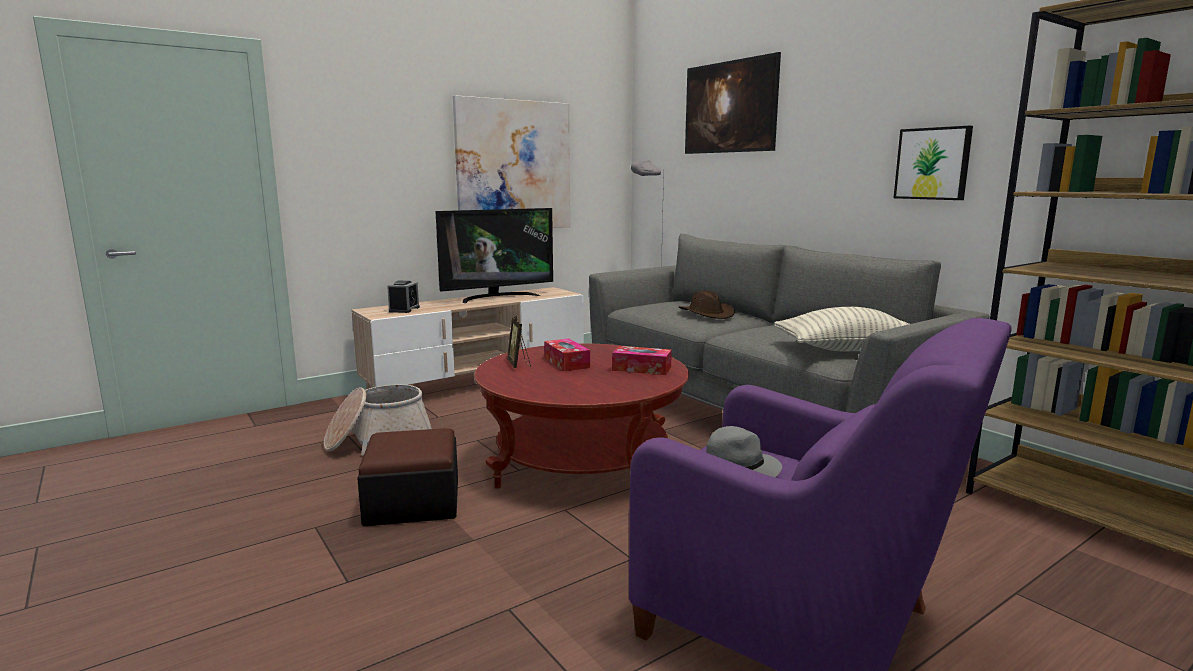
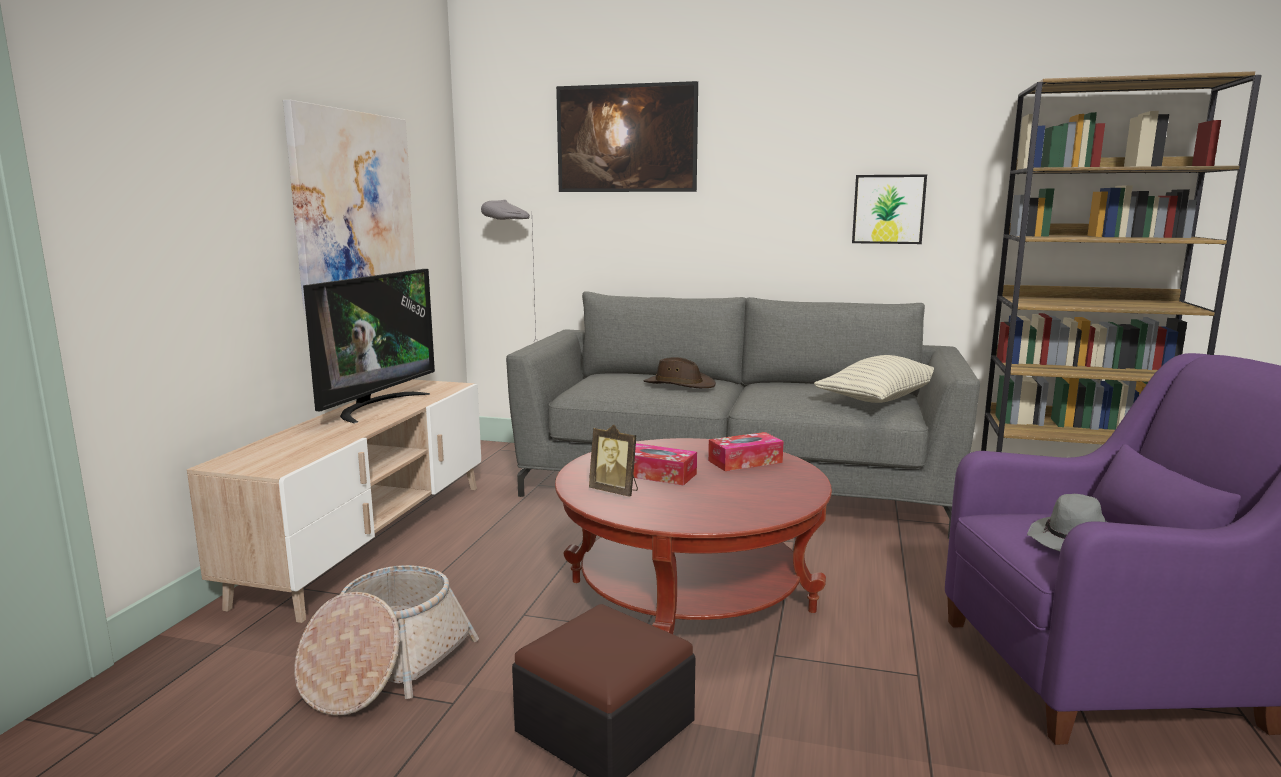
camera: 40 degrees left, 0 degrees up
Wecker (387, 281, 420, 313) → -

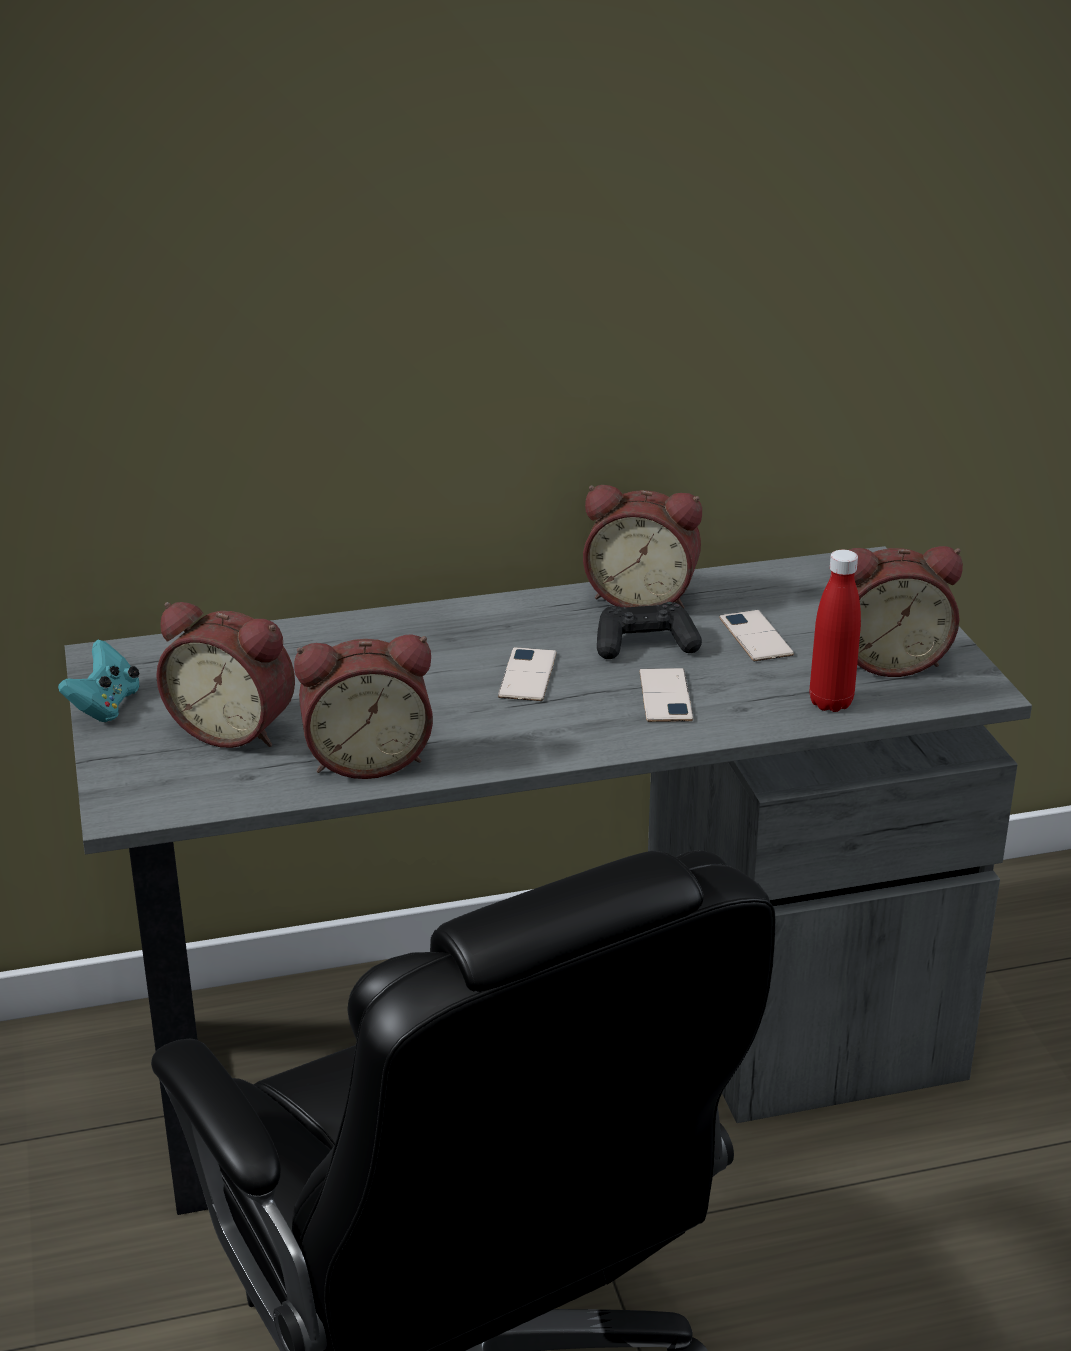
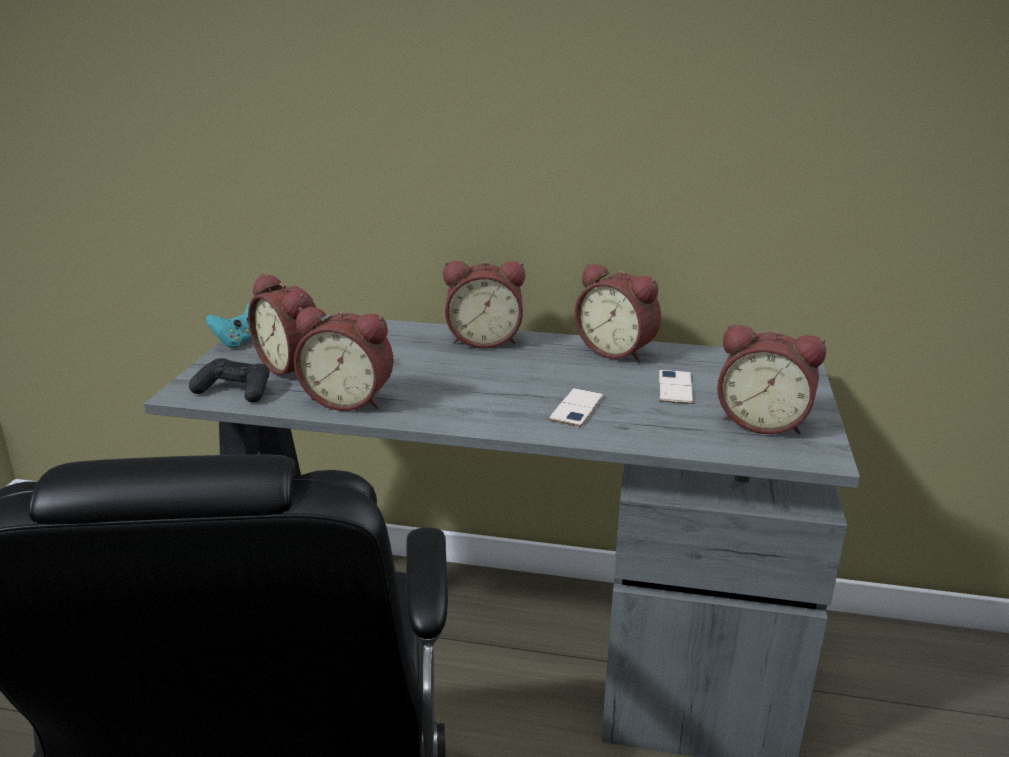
camera: 25 degrees right, 5 degrees down
Flasche [rot] (810, 550, 861, 712) → -
Gamepad [schwarz] (597, 602, 702, 659) → Gamepad [schwarz] (189, 358, 269, 403), move
Handy (498, 647, 556, 701) → -
- → Wecker (443, 261, 525, 348)

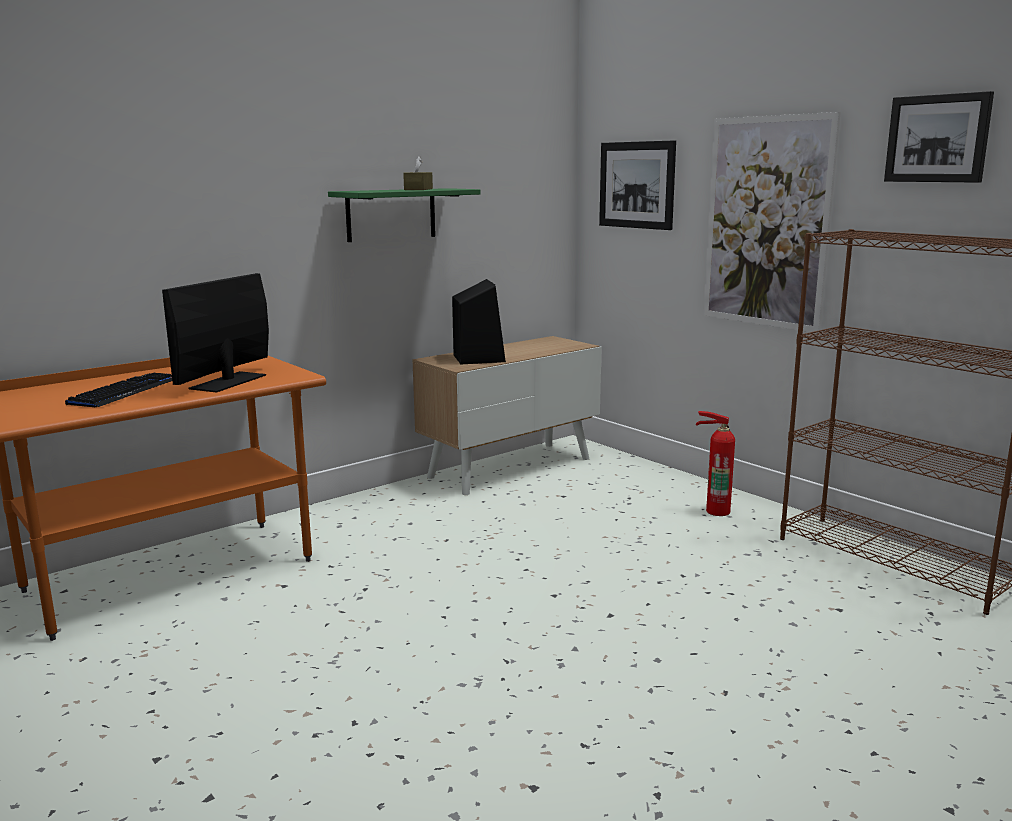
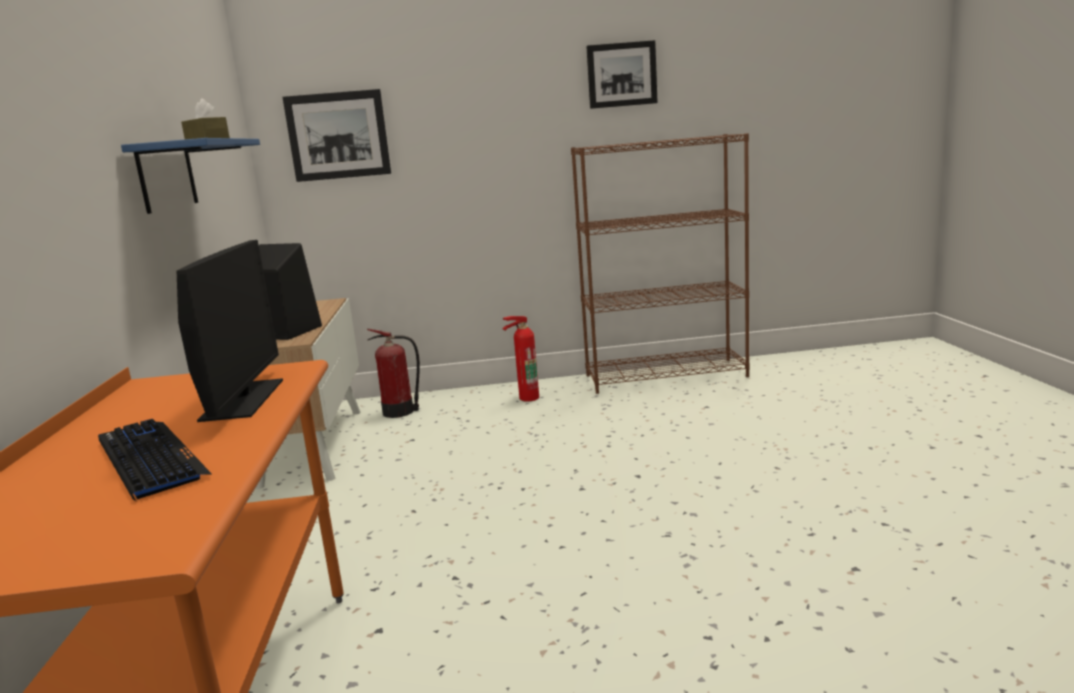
camera: 55 degrees left, 0 degrees up
Bild (703, 112, 841, 333) → -
Wandregal [grün] (328, 188, 481, 242) → Wandregal [blau] (121, 138, 260, 214)
Monitor (162, 273, 269, 393) → Monitor (177, 240, 283, 422), 150 degrees counterclockwise
- → Feuerlöscher (367, 329, 420, 418)

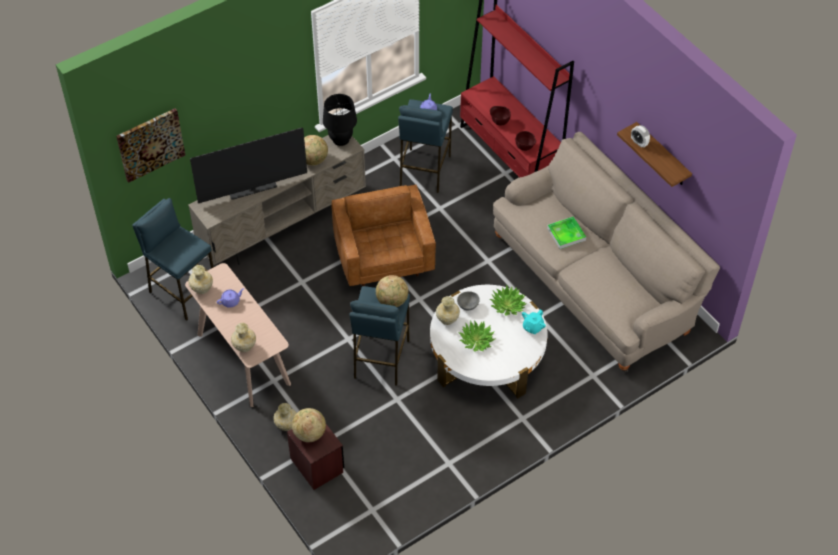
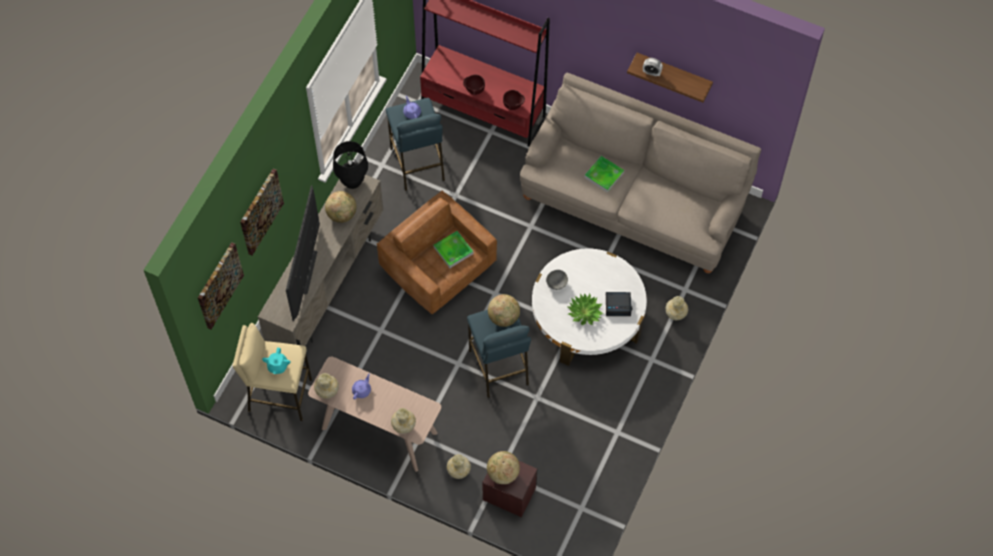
camera: 30 degrees left, 10 degrees up
Fernseher (190, 128, 307, 203) → Fernseher (286, 185, 320, 321), 150 degrees clockwise
Hocker [blau] (132, 198, 213, 321) → Hocker [beige] (232, 323, 312, 421)
Topfpflanze (490, 285, 527, 316) → -
Vase [beige] (436, 296, 460, 325) → Vase [beige] (666, 296, 688, 320), move
Teekanne [türkis] (522, 310, 546, 334) → Teekanne [türkis] (262, 348, 291, 374), move
- → Bild (240, 168, 284, 256)
- → Tablett (434, 231, 474, 268)
- → Wecker (606, 292, 632, 316)

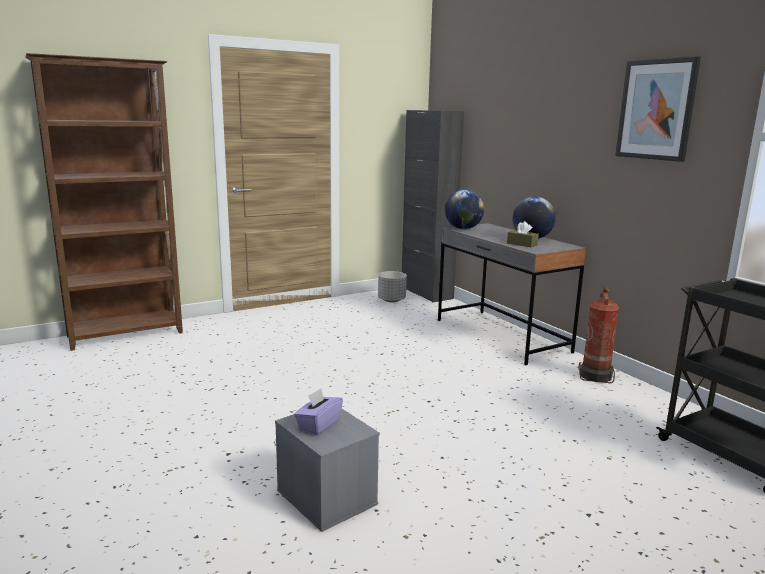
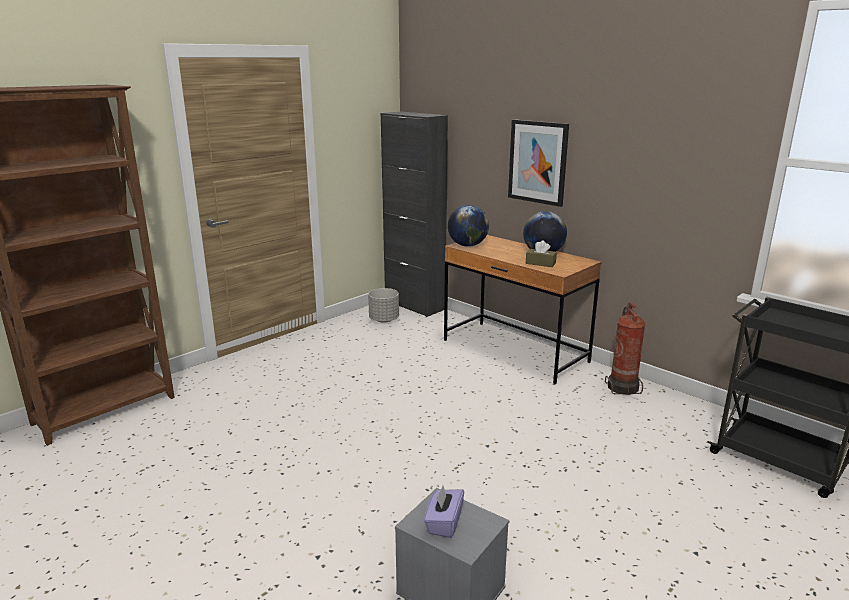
camera: 15 degrees left, 5 degrees up
Bild (615, 56, 701, 162) → Bild (508, 119, 569, 207), move
Schreibtisch [grau] (438, 223, 586, 365) → Schreibtisch [braun] (444, 235, 601, 384)

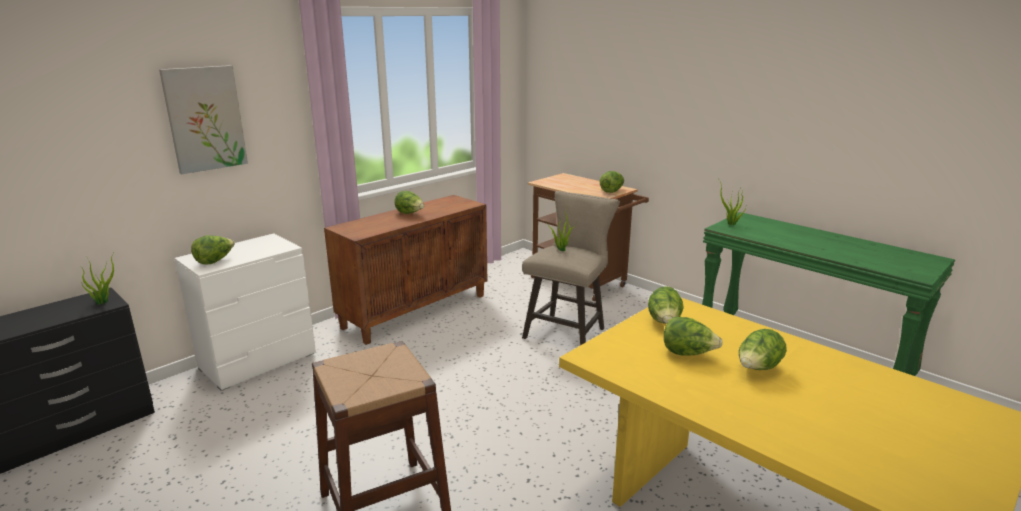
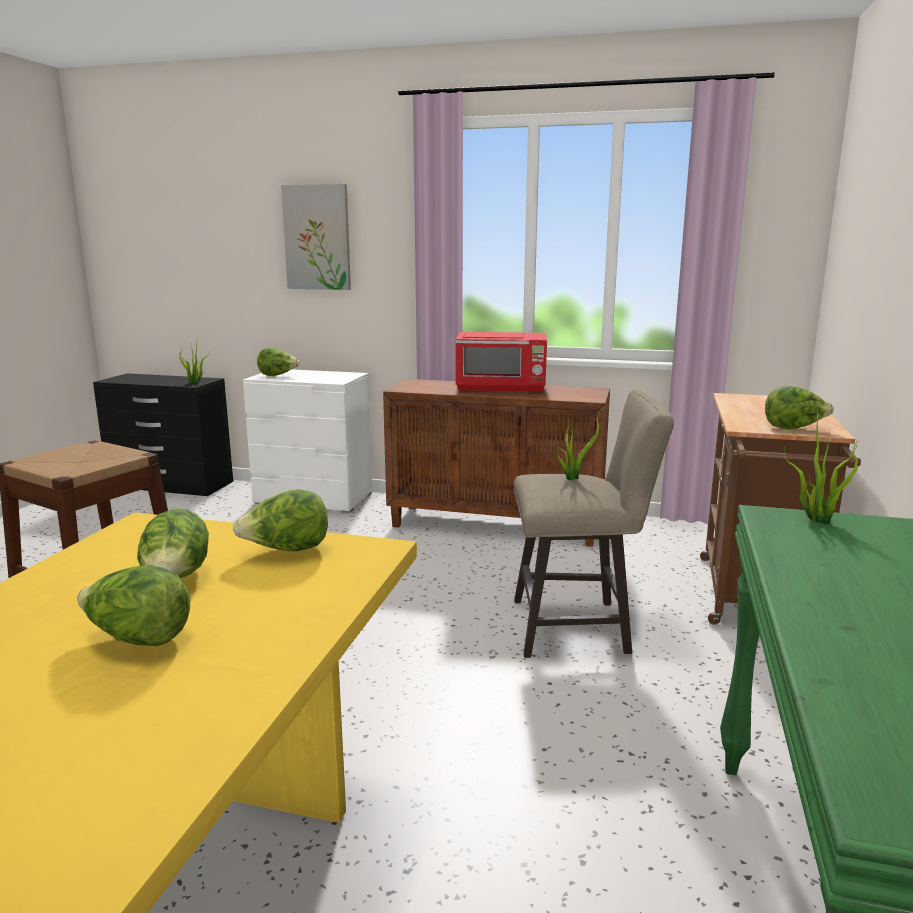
camera: 60 degrees right, 5 degrees down
Salatkopf (394, 191, 424, 214) → Mikrowelle [rot] (455, 332, 547, 393)

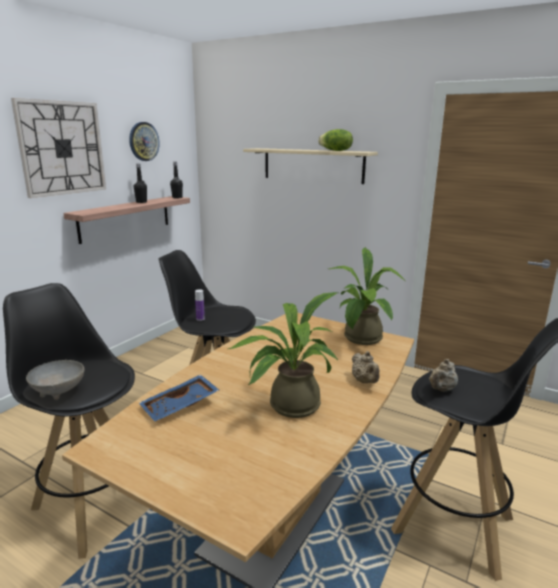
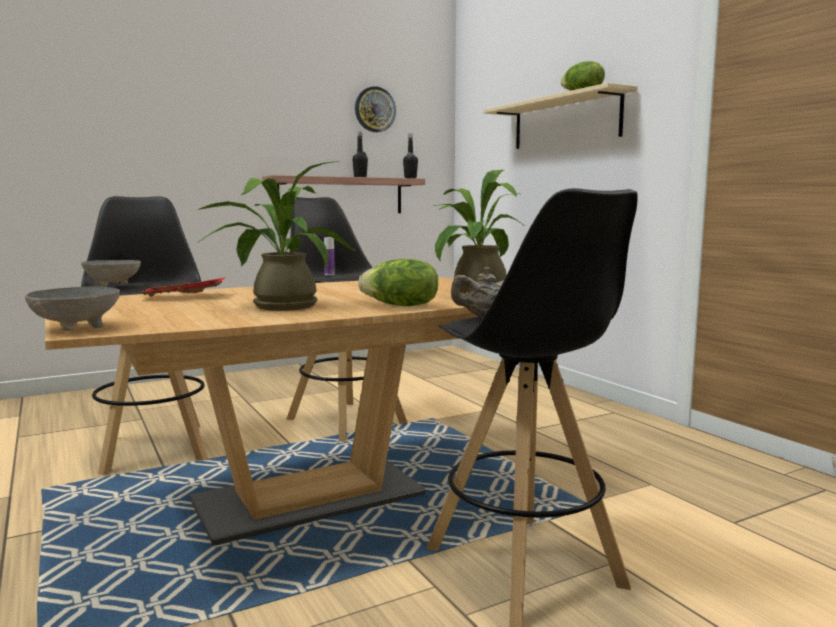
camera: 30 degrees right, 10 degrees down
Wanduhr (11, 98, 106, 198) → -
Teekanne [beige] (352, 351, 380, 383) → Salatkopf (359, 259, 438, 306)
Tablett [blau] (139, 374, 219, 421) → Tablett [rot] (137, 277, 226, 297)
- → Schüssel [grau] (25, 286, 120, 331)

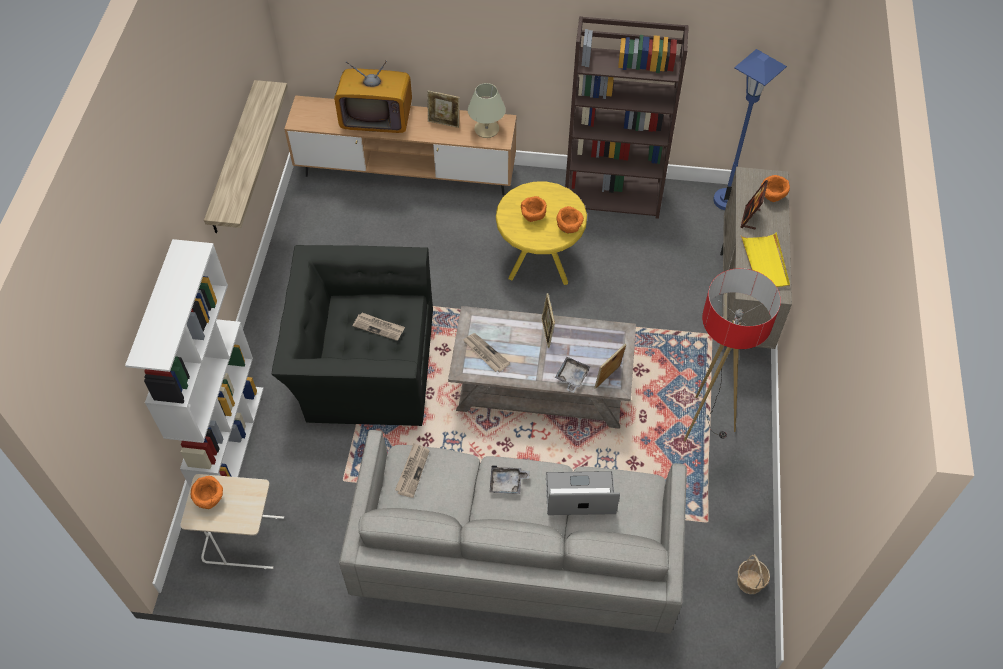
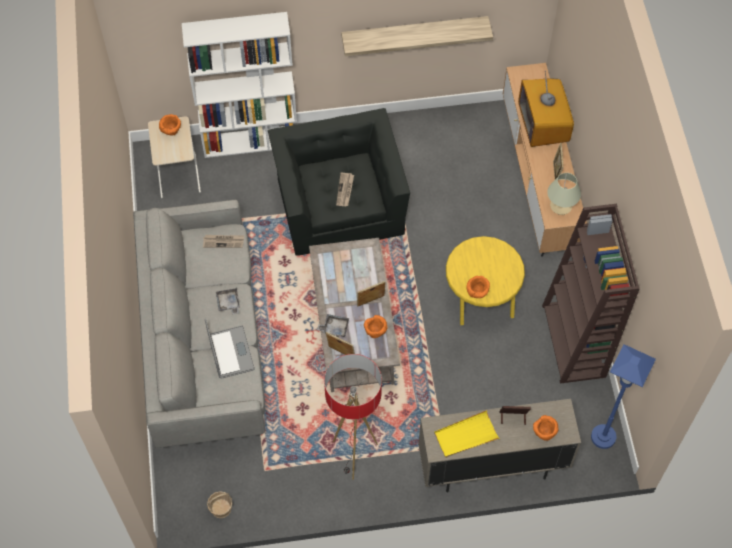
camera: 75 degrees right, 5 degrees up
Schüssel [orange] (521, 196, 547, 222) → Schüssel [orange] (364, 315, 387, 338), move
Zeitung (462, 333, 510, 372) → -

